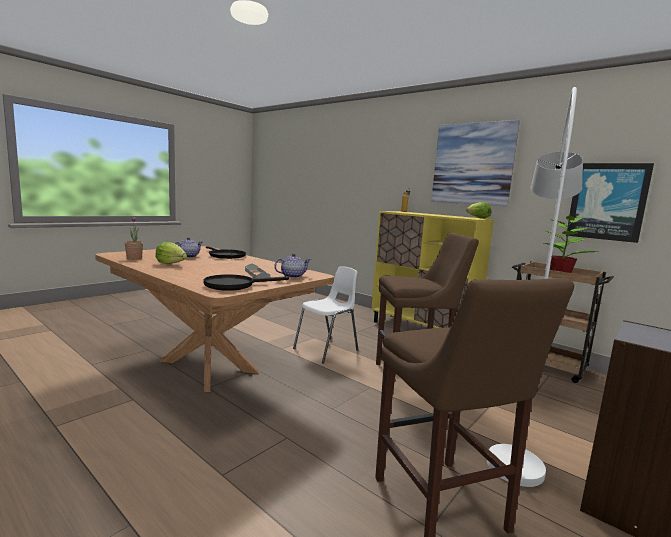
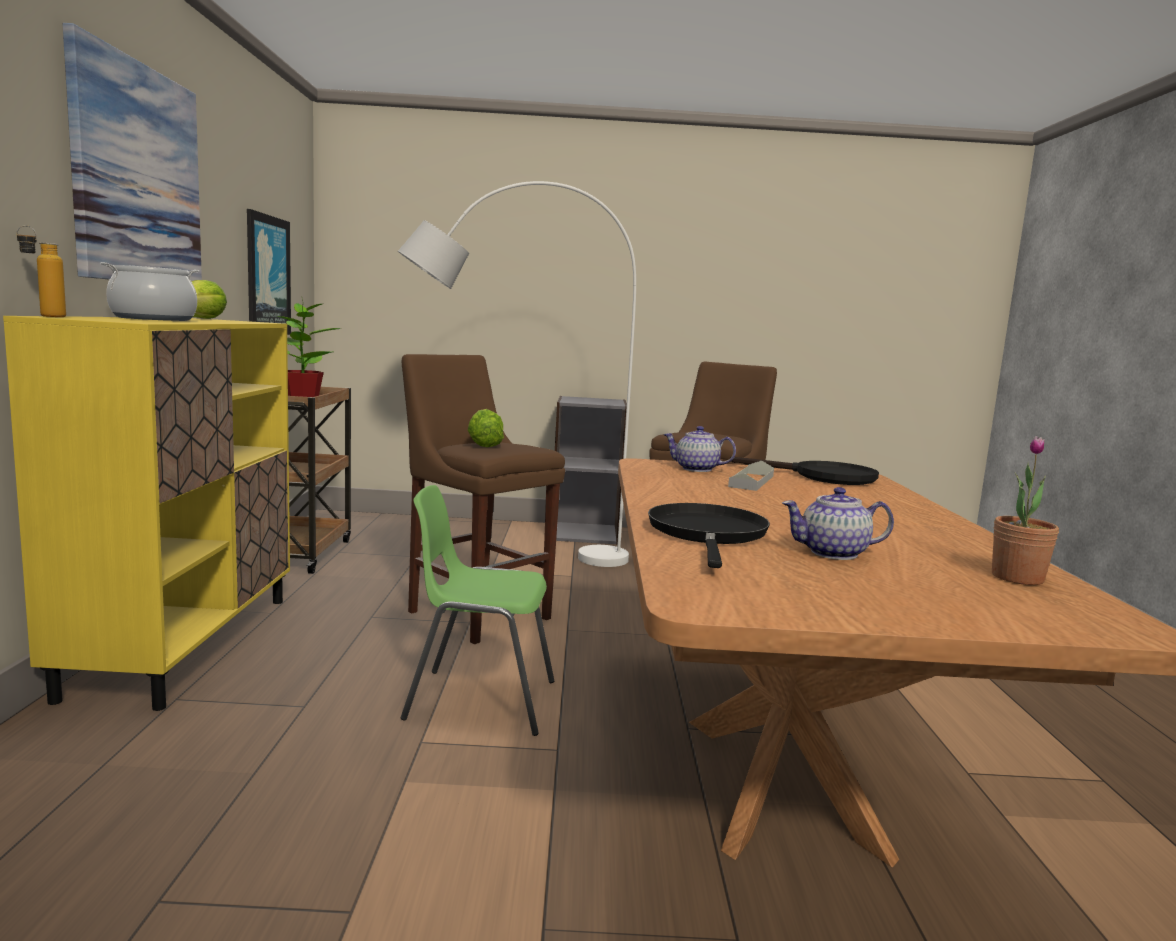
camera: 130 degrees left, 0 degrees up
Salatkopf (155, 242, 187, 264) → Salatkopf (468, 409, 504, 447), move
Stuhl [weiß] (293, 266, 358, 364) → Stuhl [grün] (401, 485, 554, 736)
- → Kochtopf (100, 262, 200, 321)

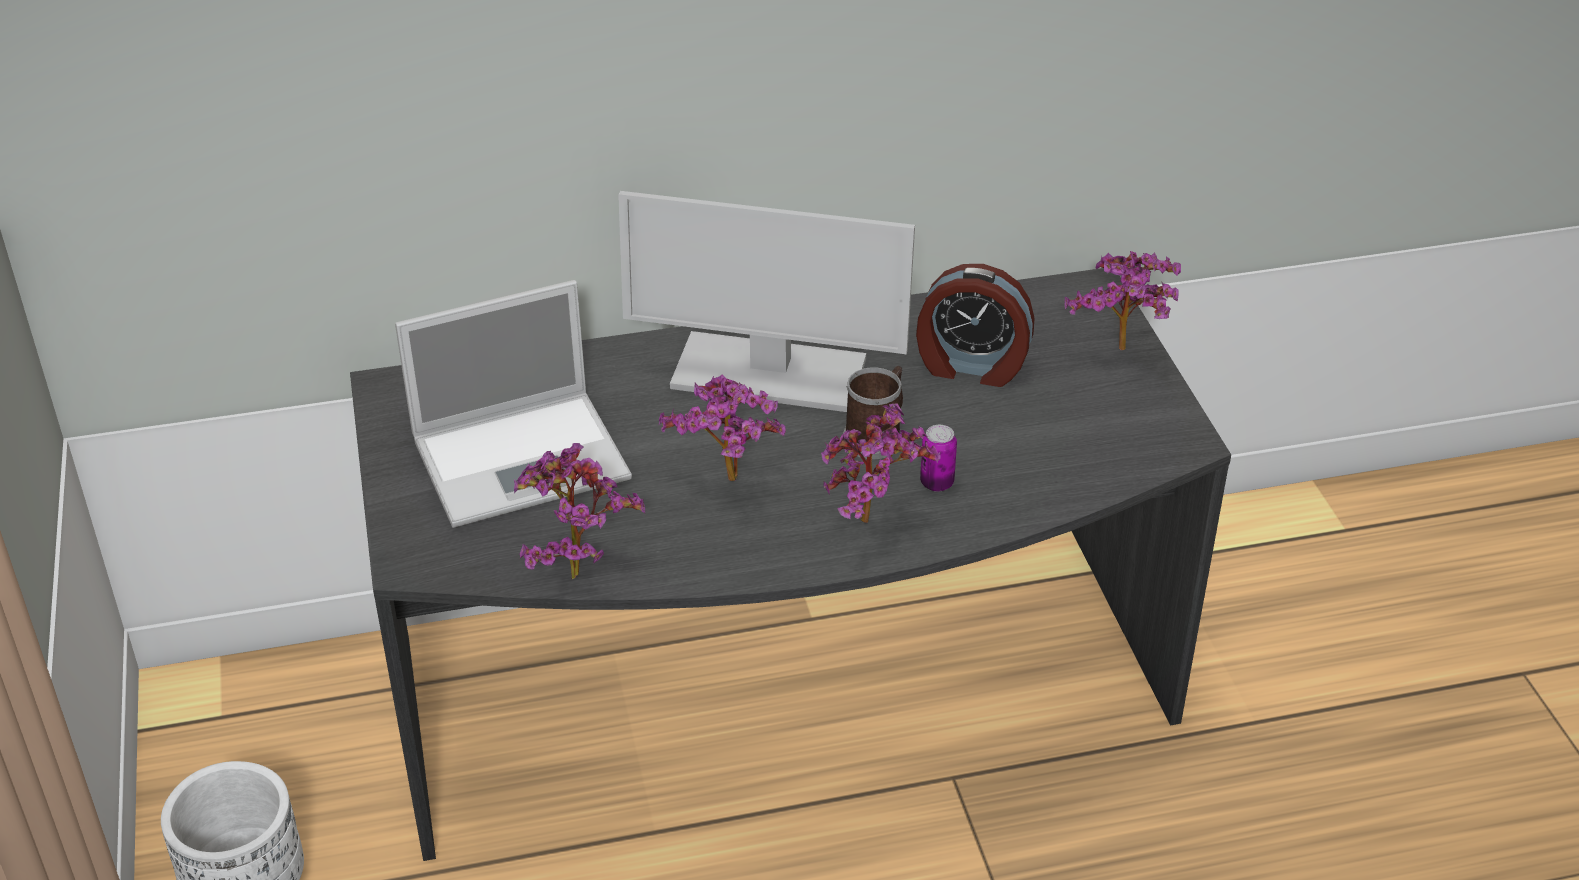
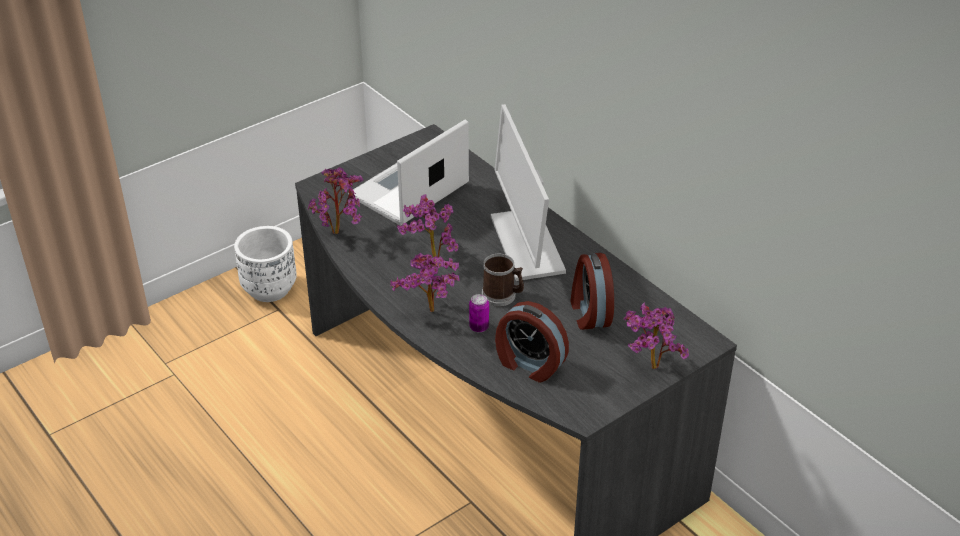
camera: 65 degrees right, 0 degrees up
Laptop (395, 280, 632, 528) → Laptop (348, 119, 469, 226), 90 degrees clockwise
- → Wecker (495, 301, 569, 383)

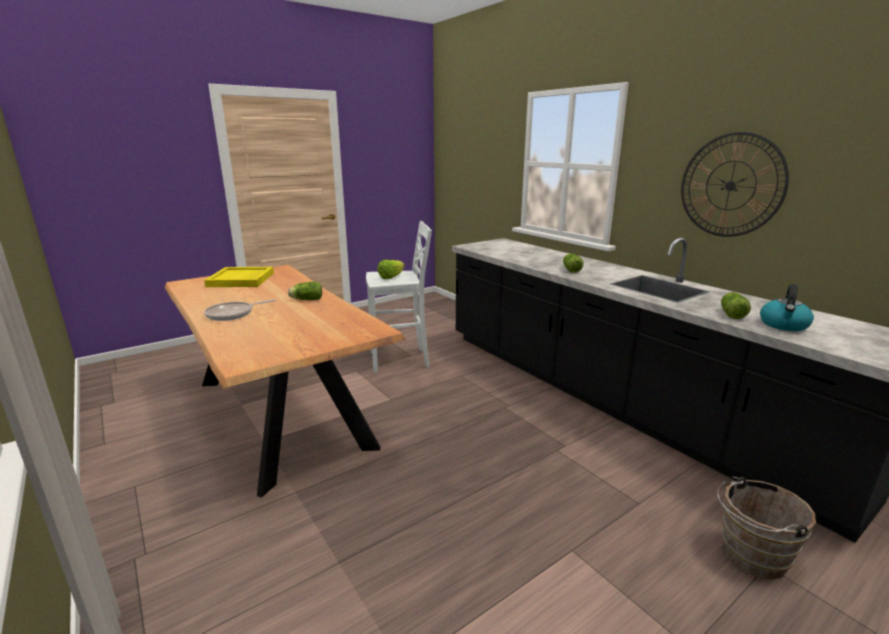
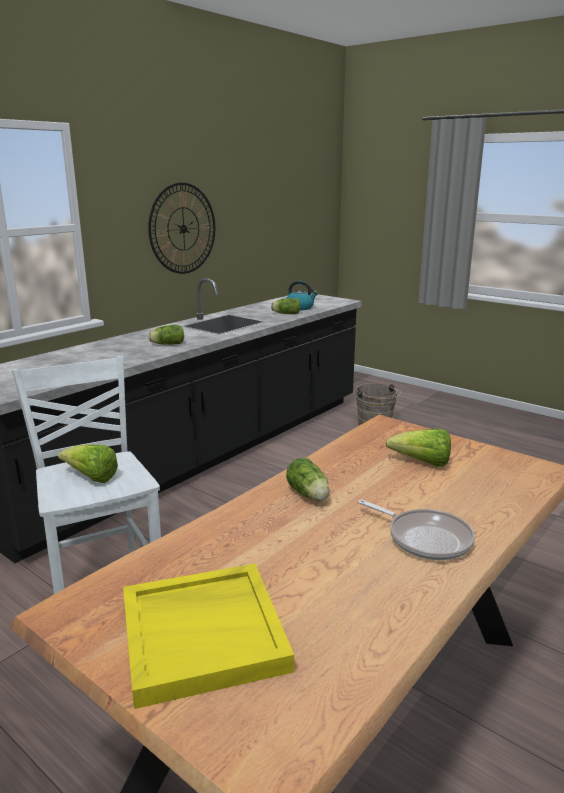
camera: 105 degrees left, 0 degrees up
- → Salatkopf (385, 429, 451, 467)

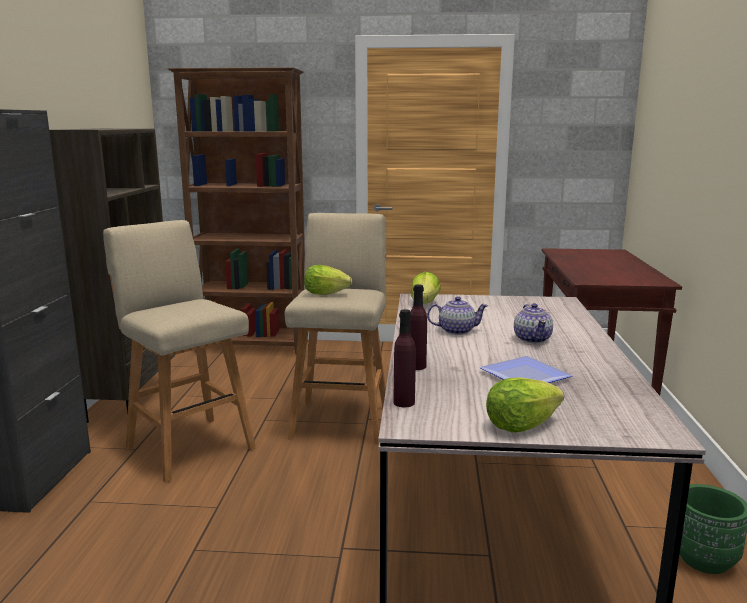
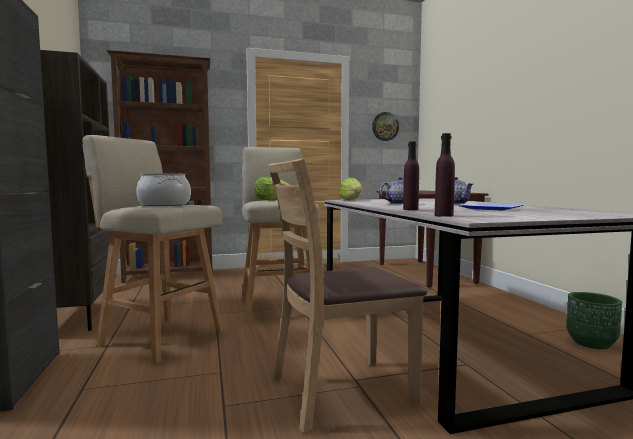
camera: 20 degrees left, 10 degrees down
Salatkopf (486, 377, 564, 433) → -
- → Wanduhr (372, 112, 399, 141)
- → Stuhl [braun] (267, 159, 427, 433)
- → Kochtopf (136, 173, 191, 206)

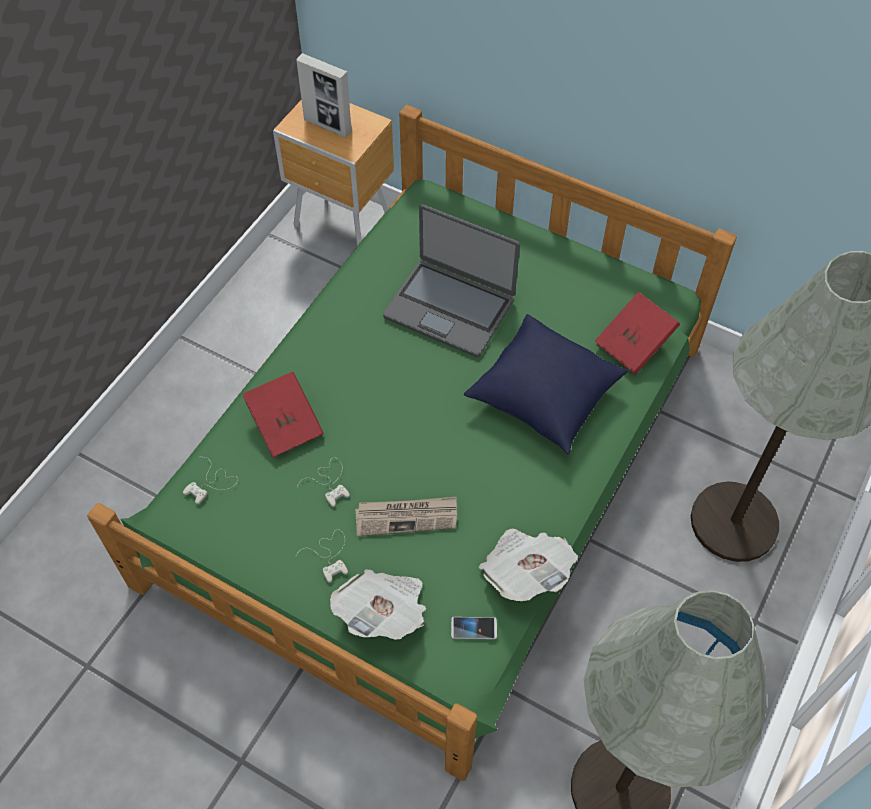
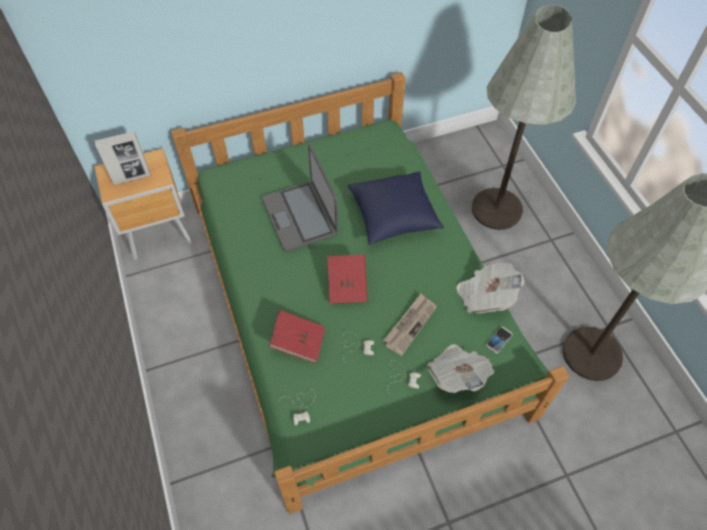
camera: 50 degrees left, 0 degrees up
Laptop (383, 204, 520, 357) → Laptop (262, 145, 338, 252), 90 degrees clockwise
Buch [rot] (595, 292, 680, 375) → Buch [rot] (327, 255, 368, 304), move

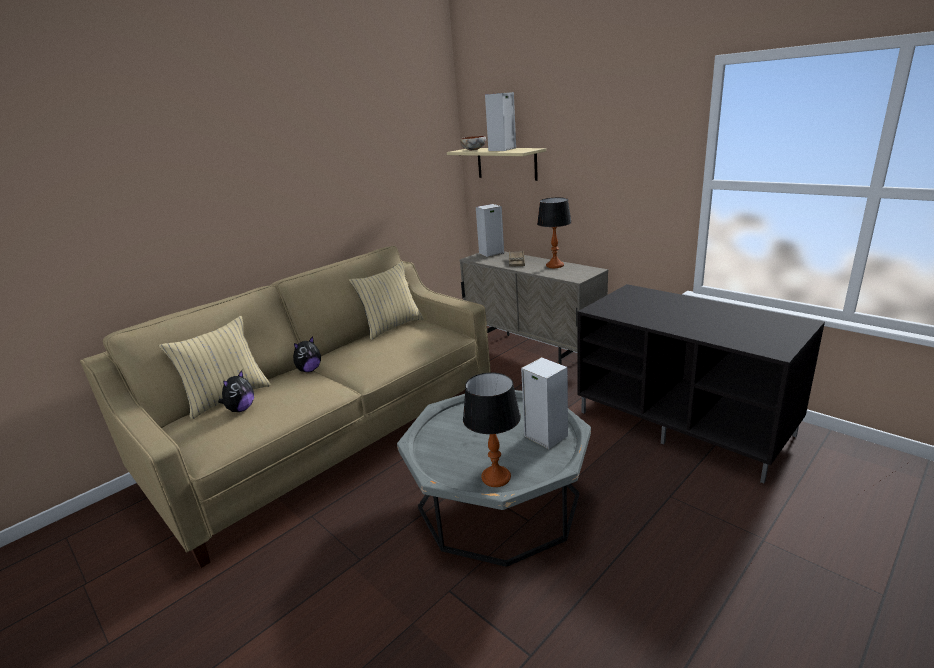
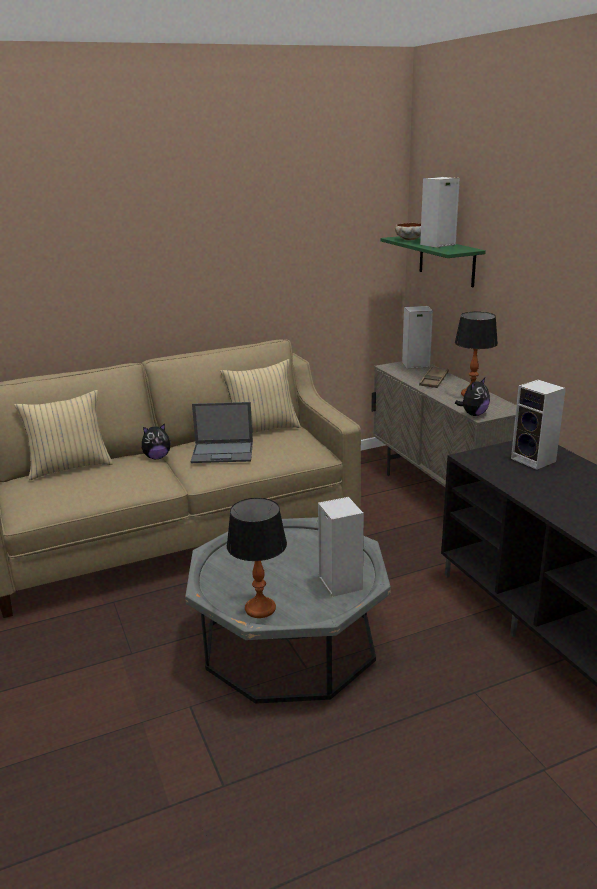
camera: 20 degrees right, 0 degrees up
Wandregal [beige] (447, 148, 546, 181) → Wandregal [grün] (380, 236, 486, 287)
Plüschtier (218, 370, 254, 412) → Plüschtier (455, 378, 490, 416), move
- → Lautsprecher (511, 380, 566, 470)
- → Laptop (191, 402, 253, 463)

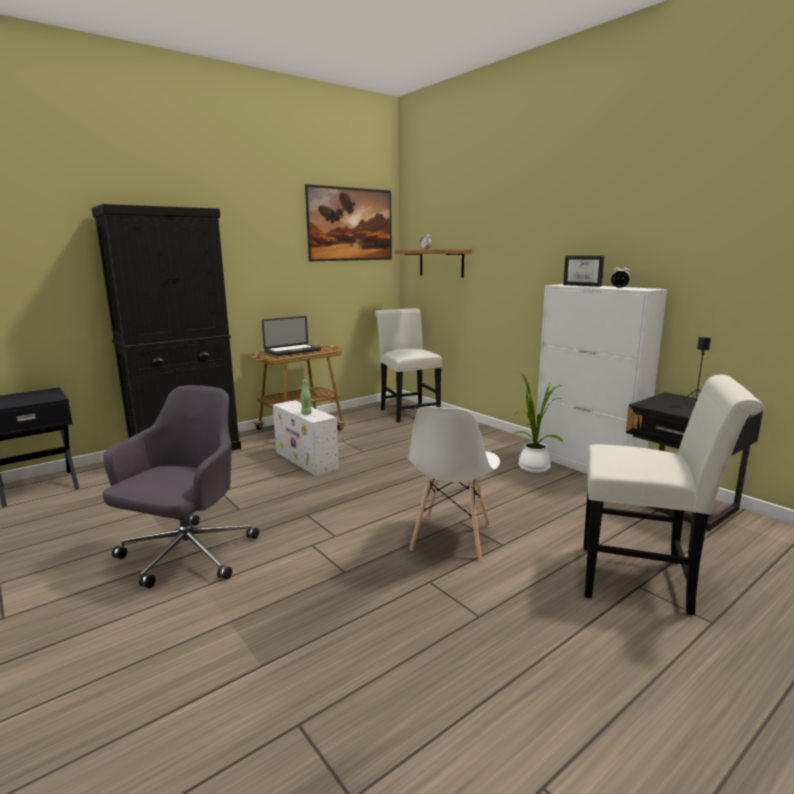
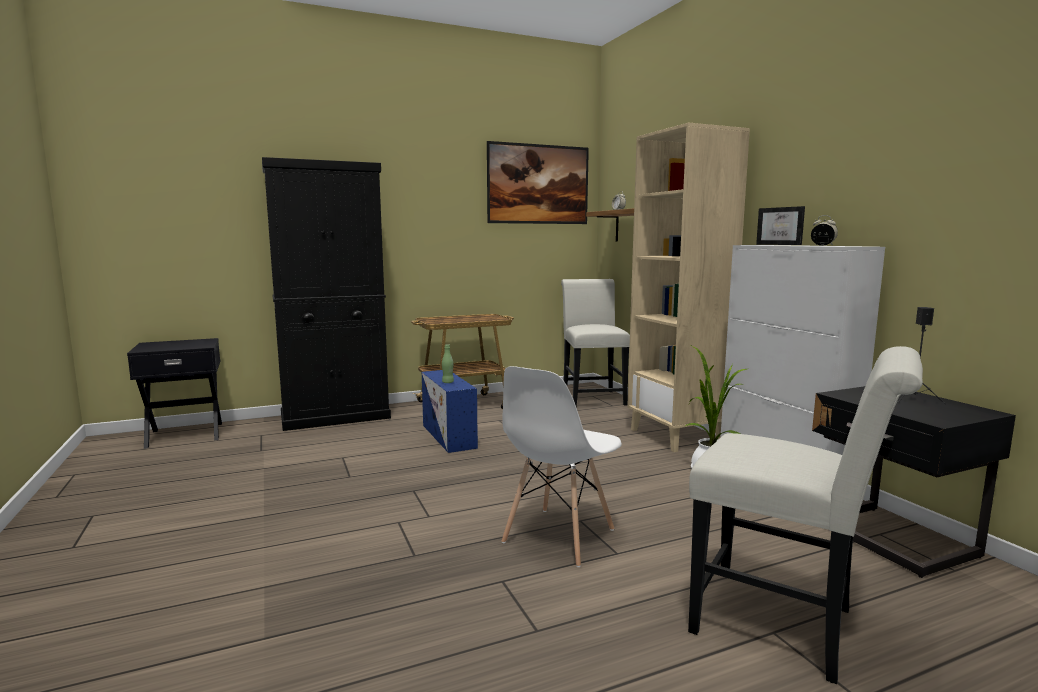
camera: 15 degrees right, 5 degrees down
Laptop (262, 316, 321, 356) → -
Bürostuhl [grau] (103, 385, 259, 588) → -
Aufbewahrungsbox [weiß] (273, 400, 339, 476) → Aufbewahrungsbox [blau] (422, 370, 478, 453)
- → Bücherregal [beige] (627, 122, 750, 452)

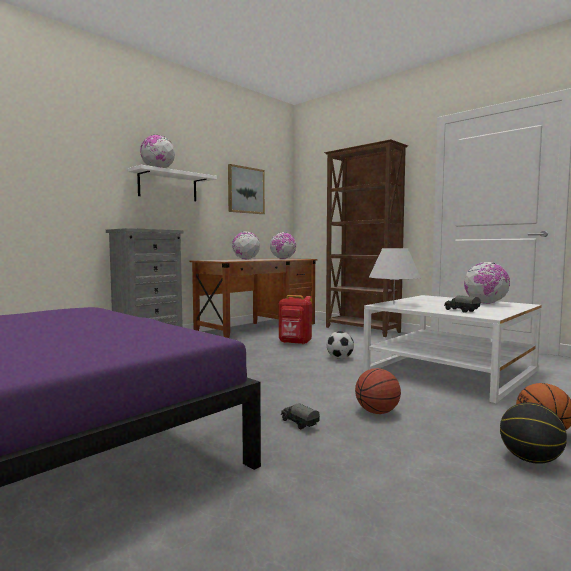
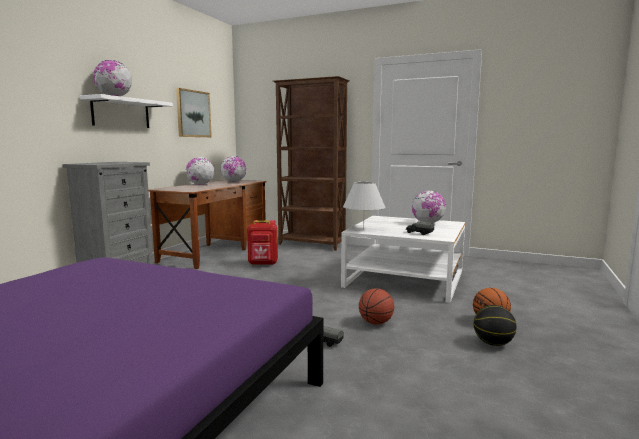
camera: 20 degrees left, 5 degrees up
Fußball (326, 331, 354, 359) → -

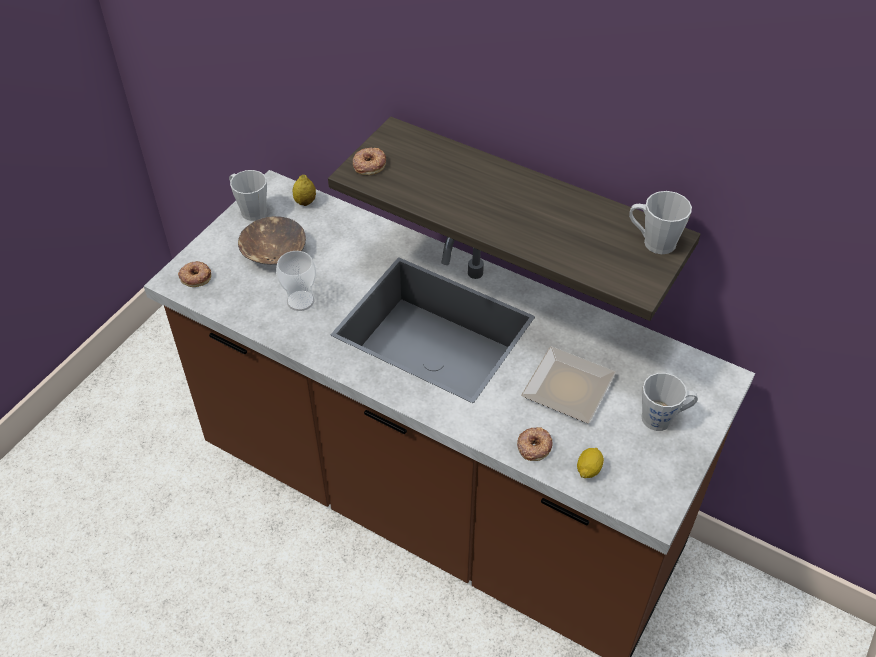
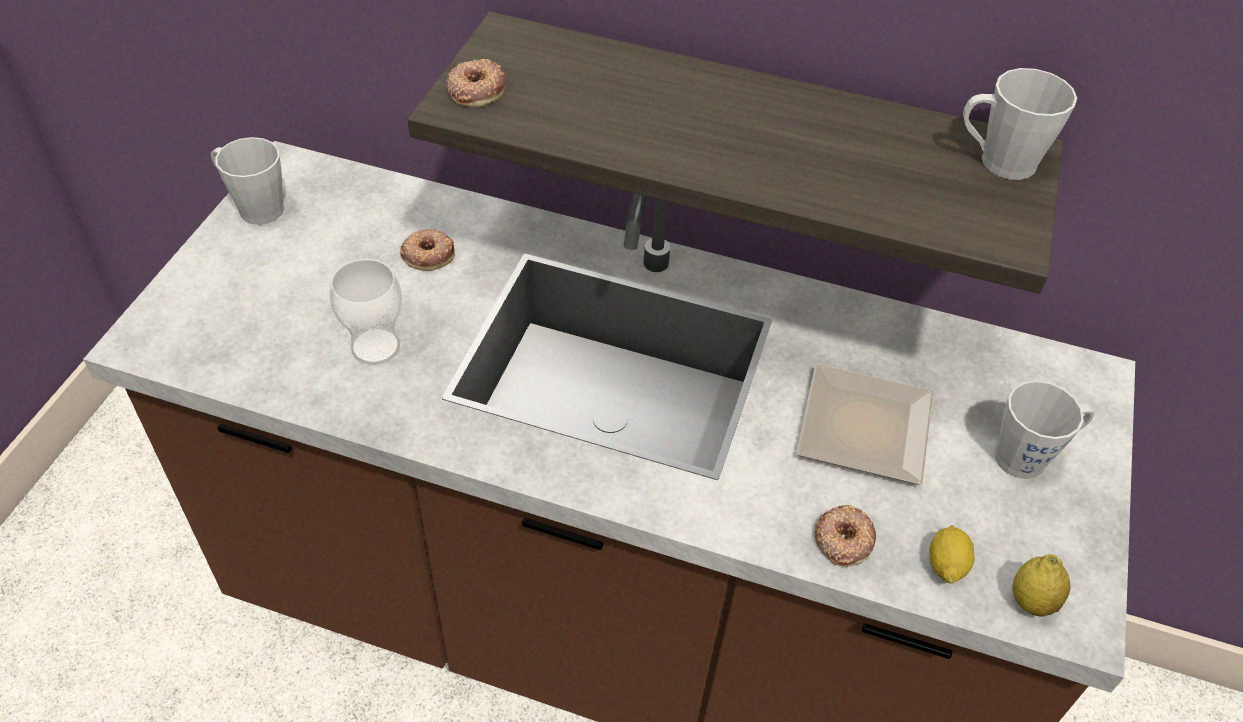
camera: 15 degrees left, 0 degrees up
Zitrone (292, 175, 316, 206) → Zitrone (1012, 554, 1070, 617), move
Schüssel [braun] (238, 216, 306, 265) → -
Donut (178, 261, 211, 287) → Donut (400, 229, 455, 271), move

